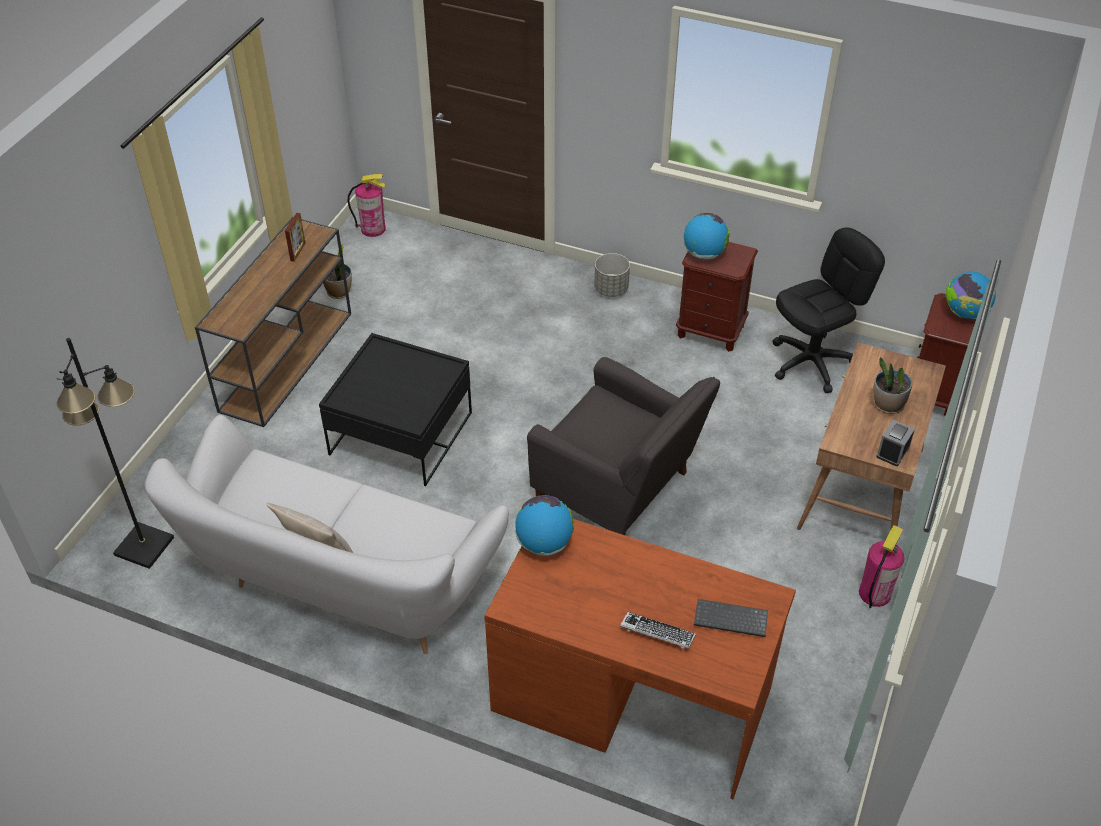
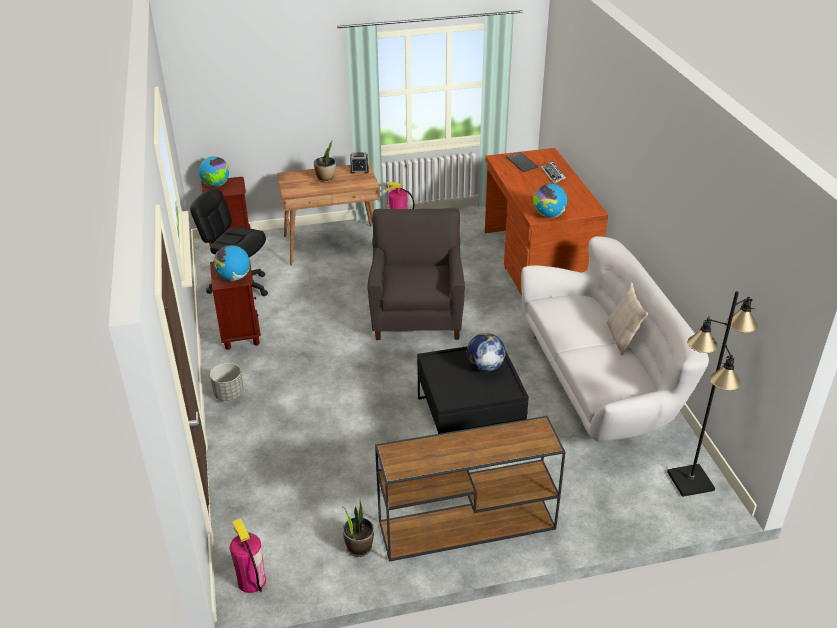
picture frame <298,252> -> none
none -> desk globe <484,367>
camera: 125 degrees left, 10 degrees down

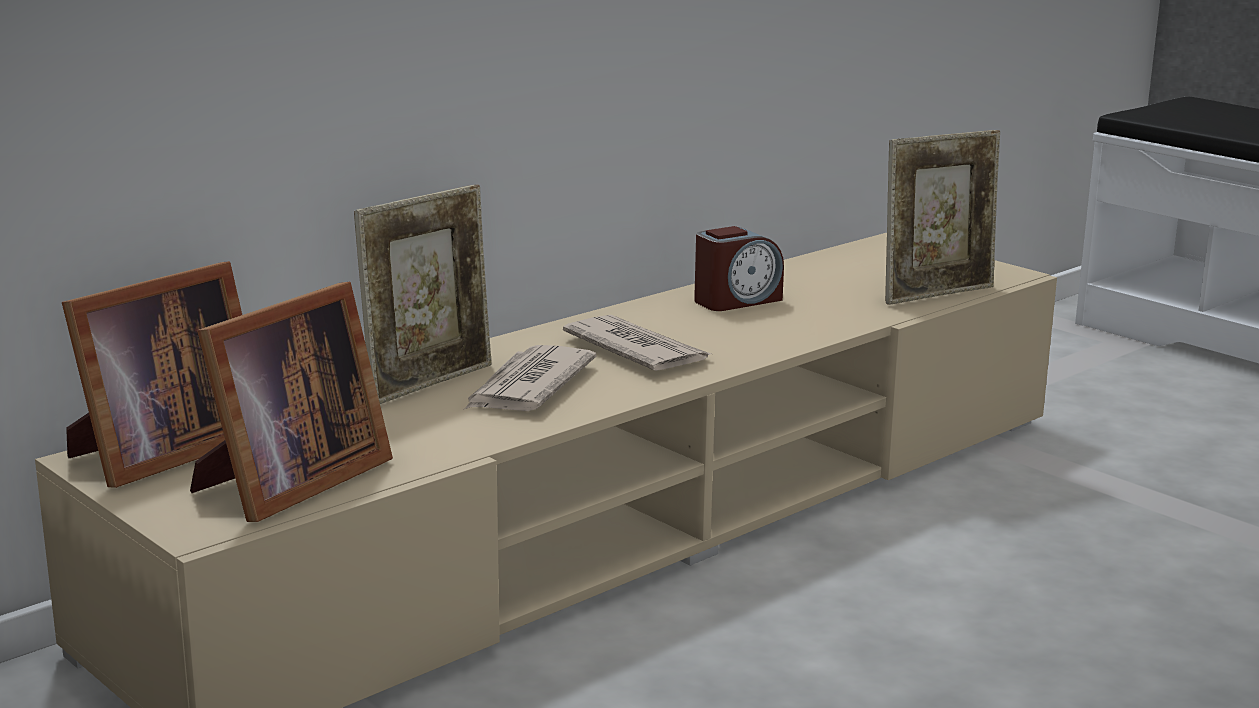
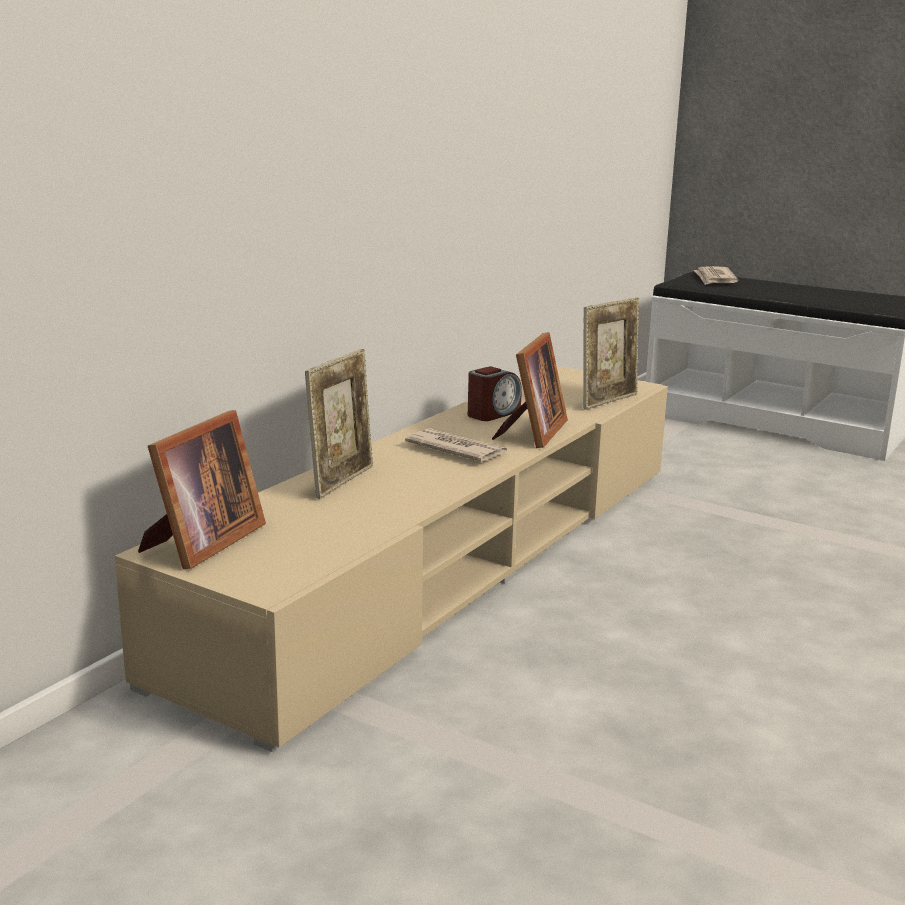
picture frame <287,484> -> picture frame <531,433>, shifted
daily paper <527,386> -> daily paper <714,279>, shifted
camera: 15 degrees left, 0 degrees up

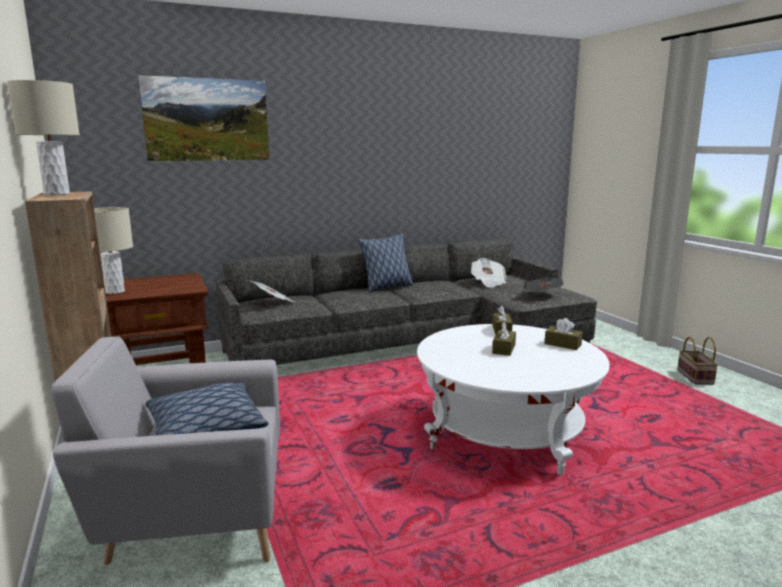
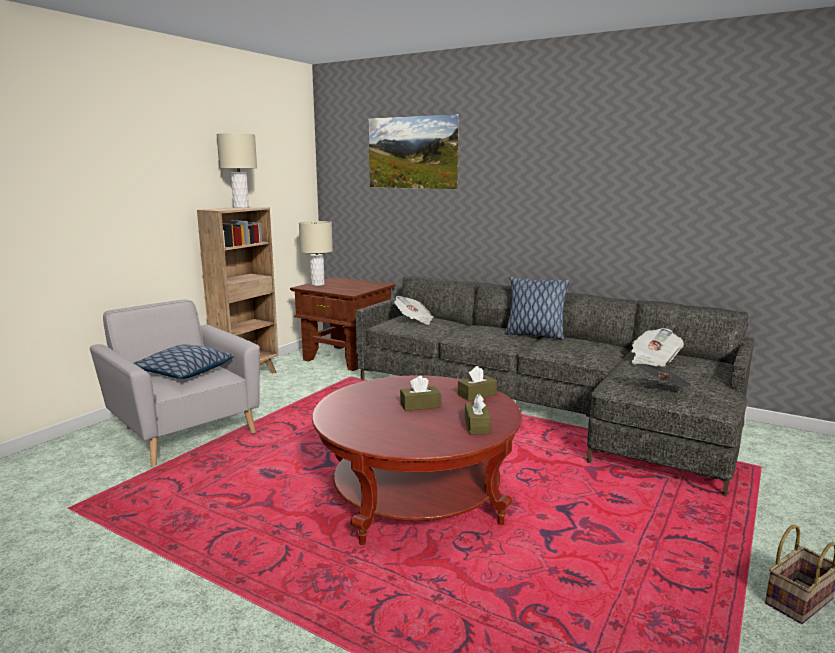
lounge table/whitish <505,432> -> lounge table/red-coloured <417,497>
camera: 55 degrees right, 0 degrees up

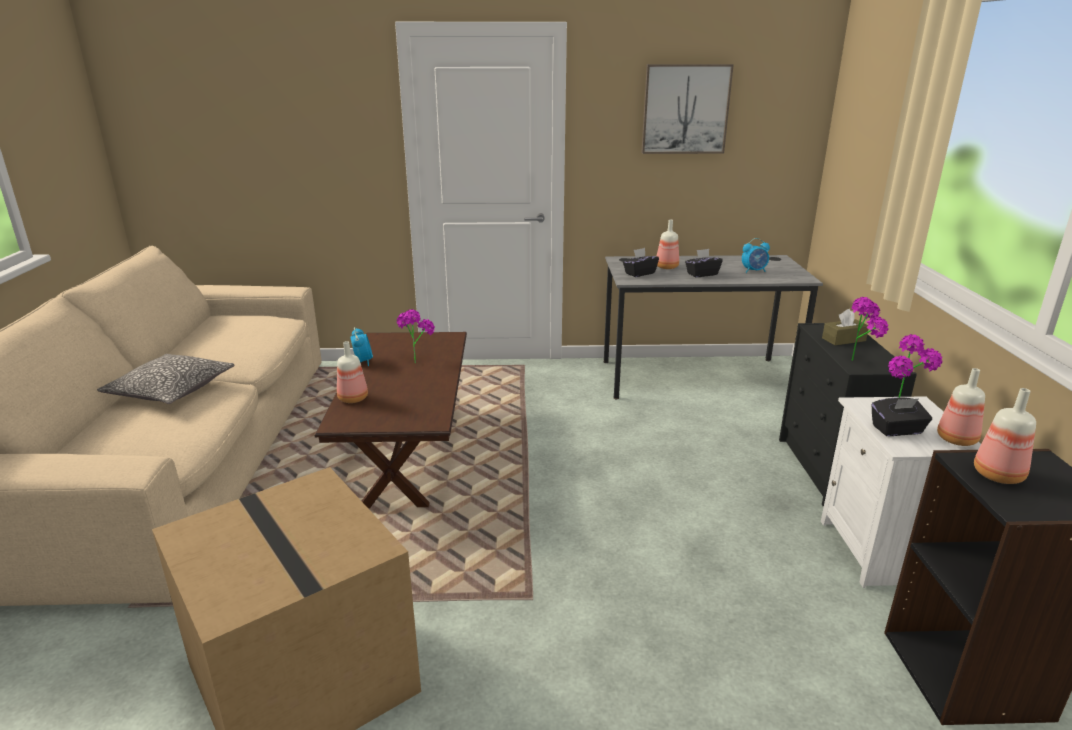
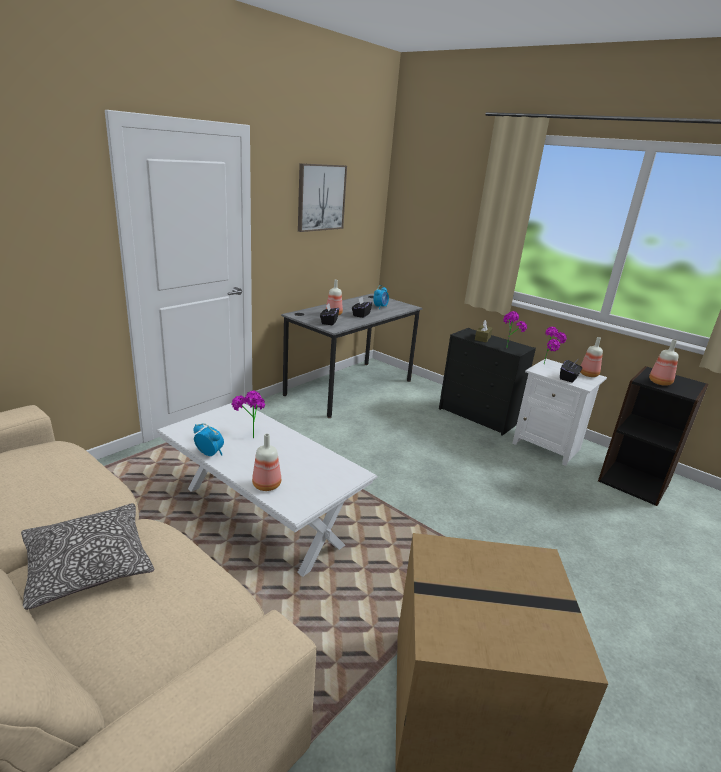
lounge table/brown-coloured <408,451> -> lounge table/whitish <261,516>
camera: 50 degrees left, 0 degrees up

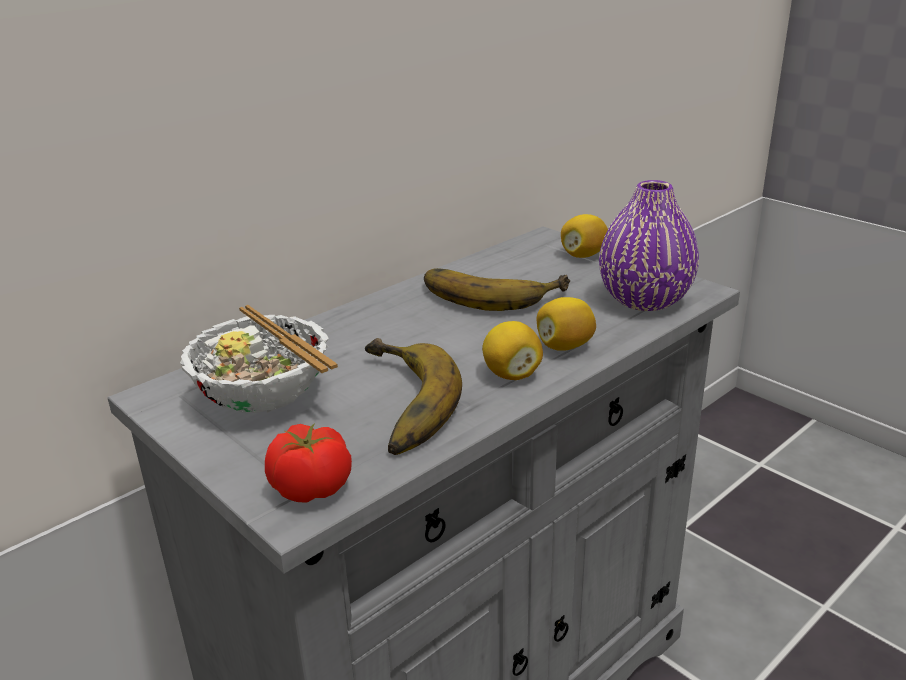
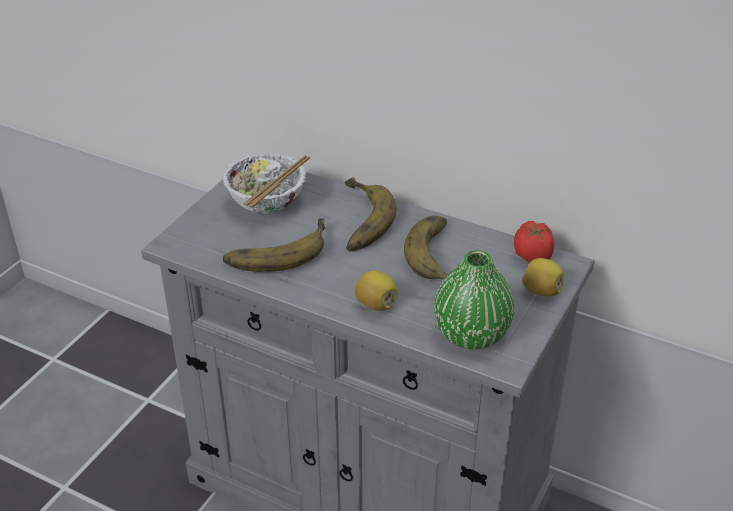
tomato <311,489> -> tomato <532,256>, shifted
whole lemon <511,374> -> none
decorative vase/purple <644,300> -> decorative vase/green <471,334>
none -> whole banana <355,221>
camera: 70 degrees right, 10 degrees up

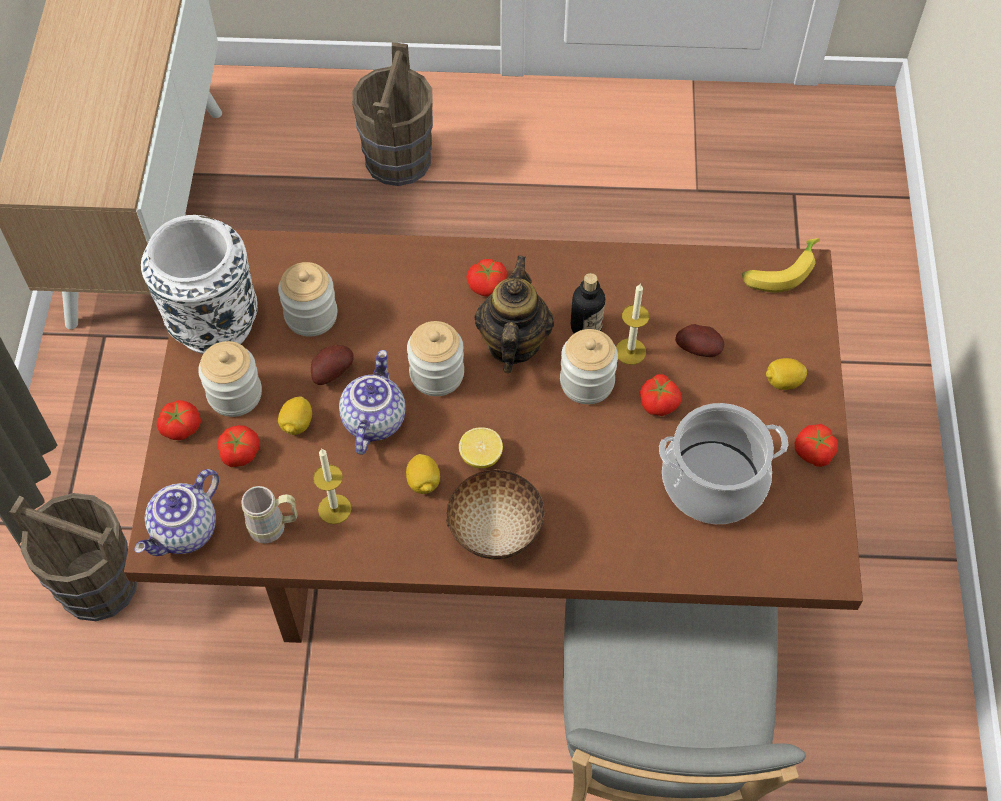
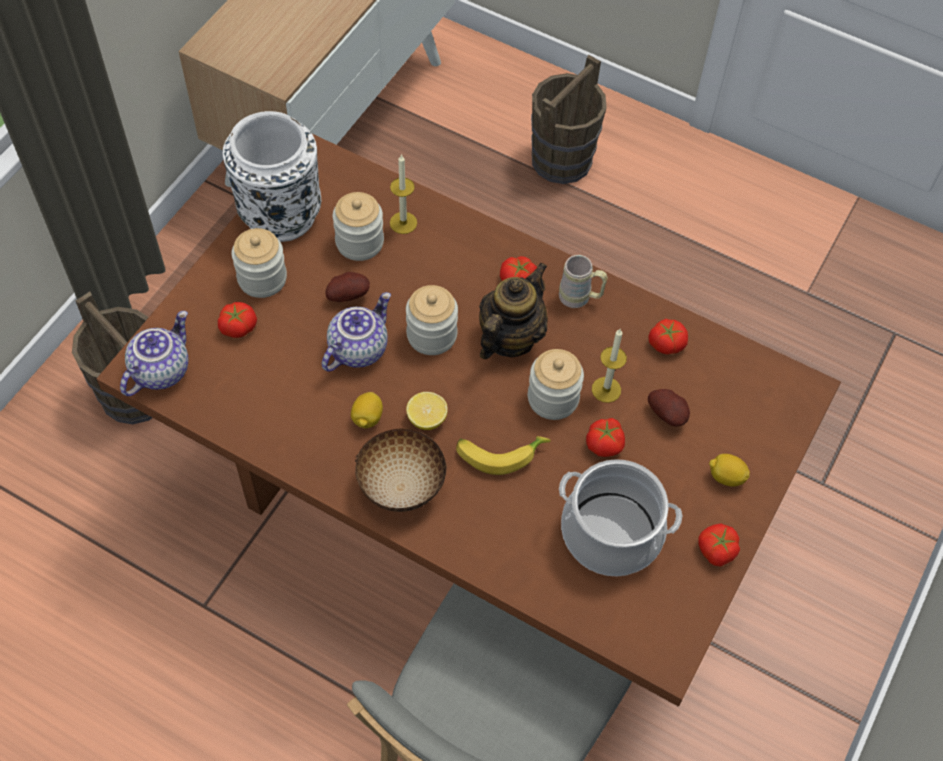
pot for tea <186,532> -> pot for tea <160,370>, 150 degrees clockwise
tomato <180,427> -> tomato <666,343>, shifted
tea mug/beige <274,527> -> tea mug/beige <580,298>, shifted
whole lemon <297,424> -> none
wax light <334,509> -> wax light <403,223>, shifted
beverage bottle <586,327> -> none
whole banana <779,271> -> whole banana <499,453>, shifted
camera: 25 degrees right, 0 degrees up

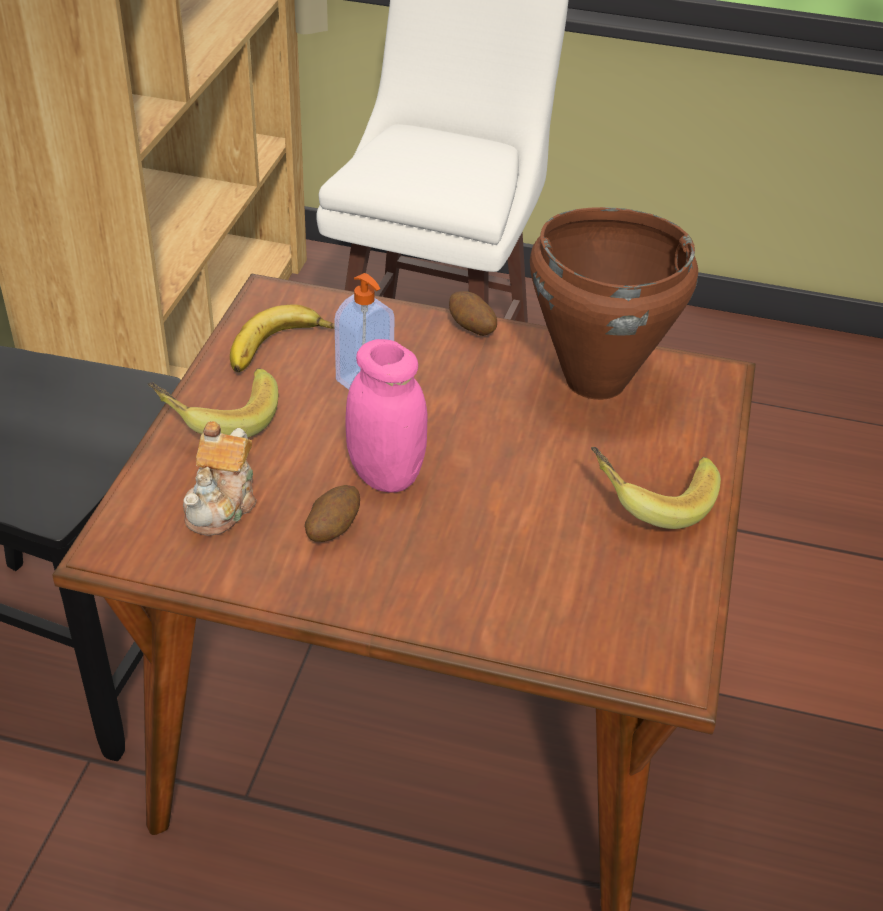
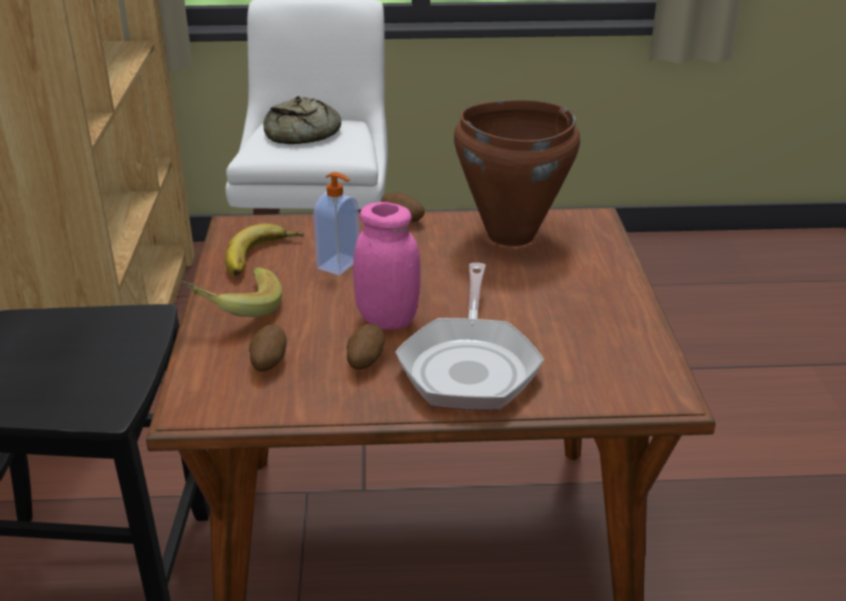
pot for tea <223,504> -> spud <268,363>
whole banana <650,499> -> none
none -> baked bread <301,133>
none -> frying pan <469,365>
camera: 15 degrees left, 10 degrees down

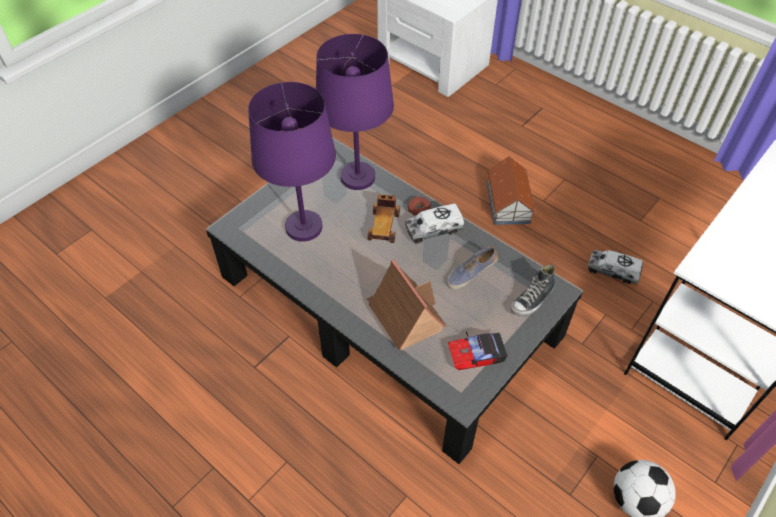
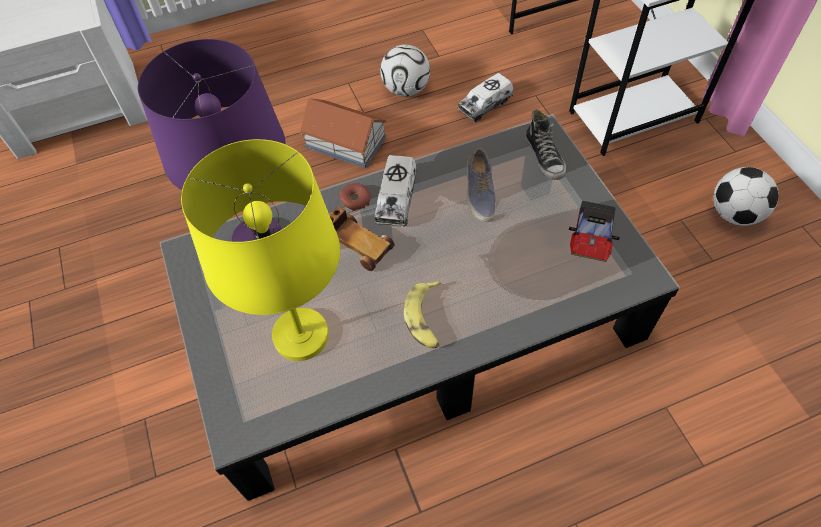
lamp for a table/purple <304,227> -> lamp for a table/yellow-coloured <302,335>
model house <404,316> -> none
none -> football <405,89>
none -> whole banana <426,319>
camera: 60 degrees left, 5 degrees up

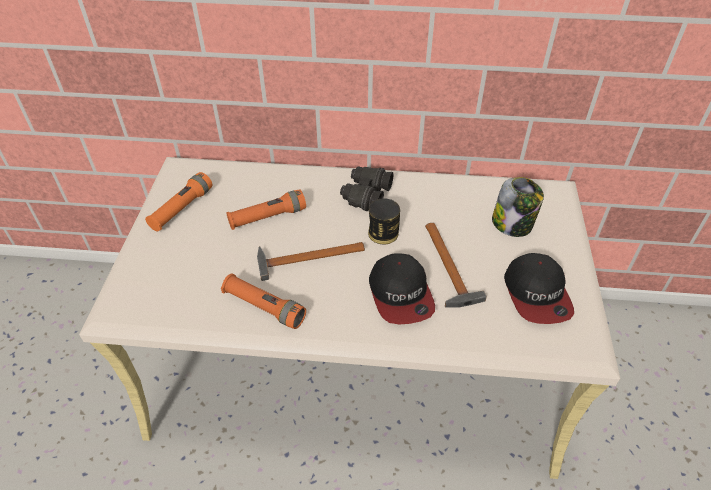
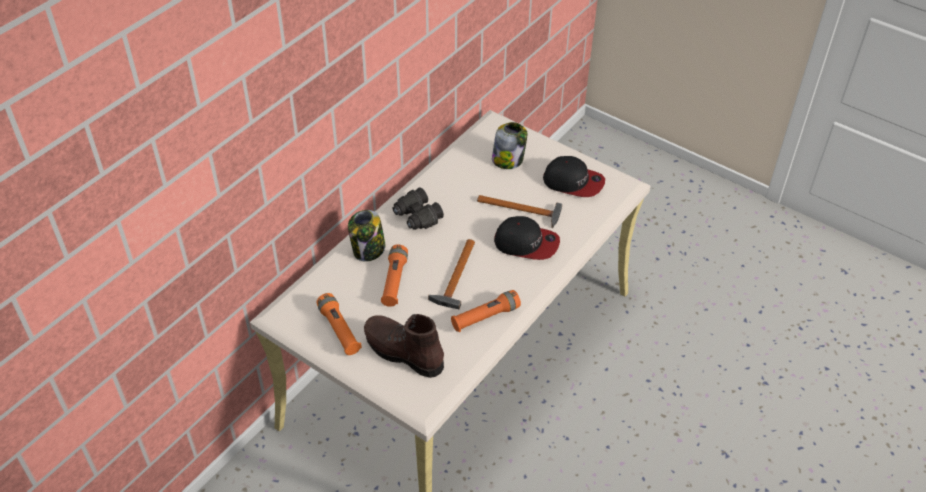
metal can <383,233> -> none
none -> preserve jar <368,250>
none -> boot/brown-coloured <403,353>
camera: 60 degrees left, 0 degrees up

